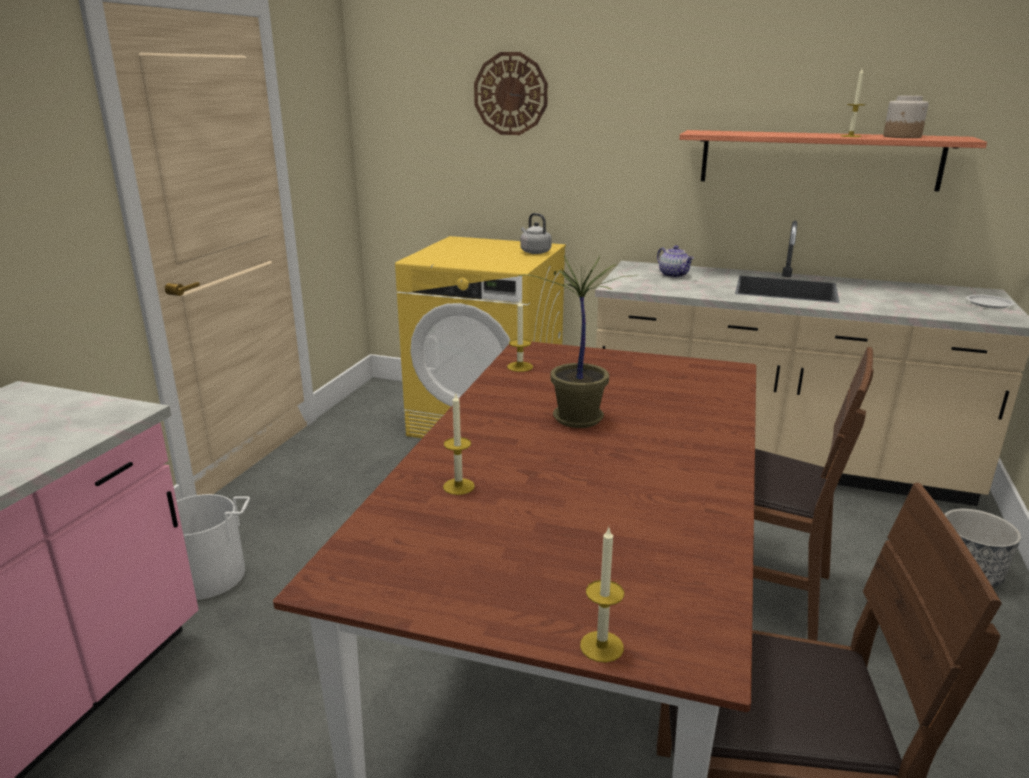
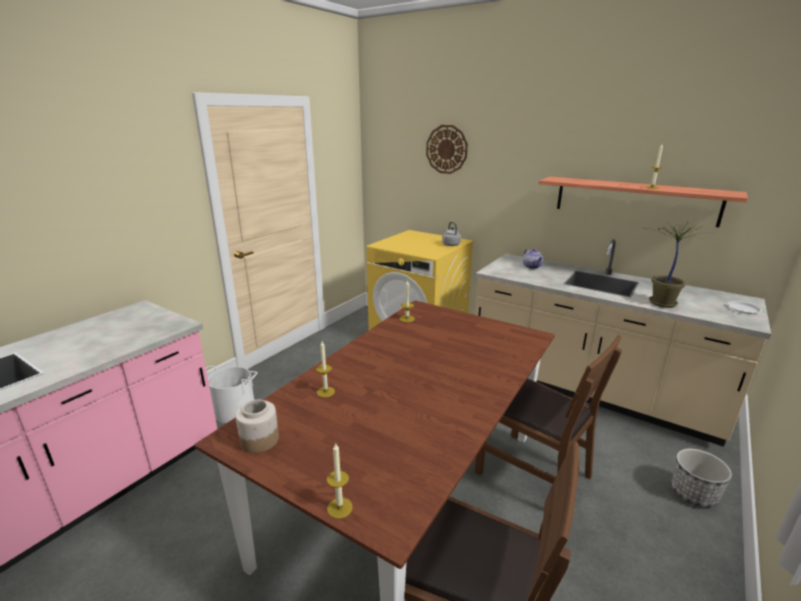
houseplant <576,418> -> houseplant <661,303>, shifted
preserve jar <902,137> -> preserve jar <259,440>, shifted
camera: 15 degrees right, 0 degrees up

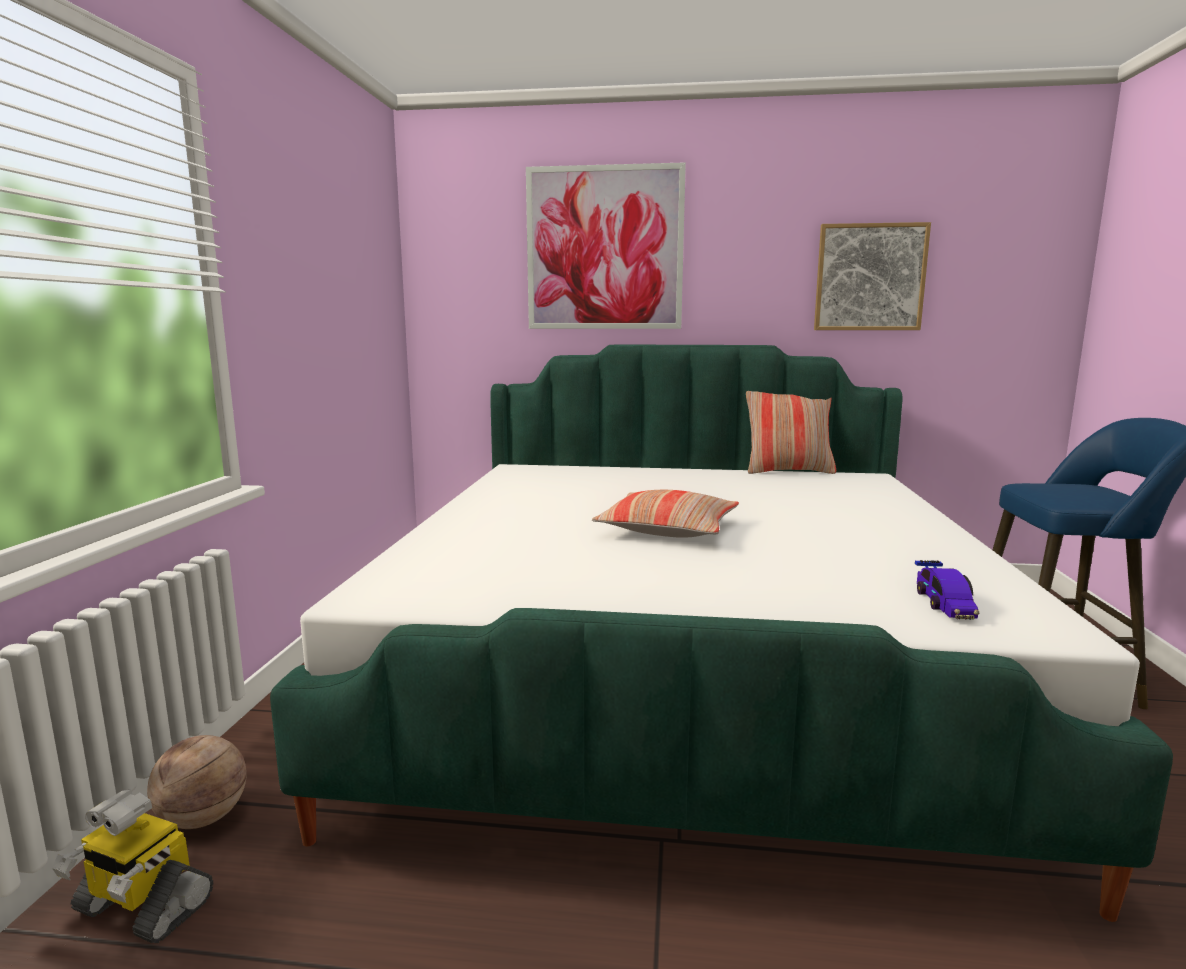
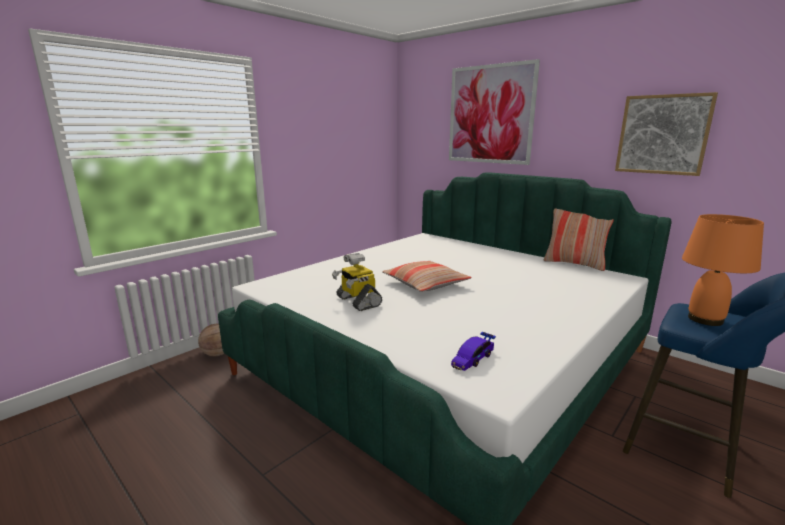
toy robot <141,907> -> toy robot <357,301>, shifted
none -> lamp for a table/orange <705,319>
camera: 35 degrees right, 5 degrees up

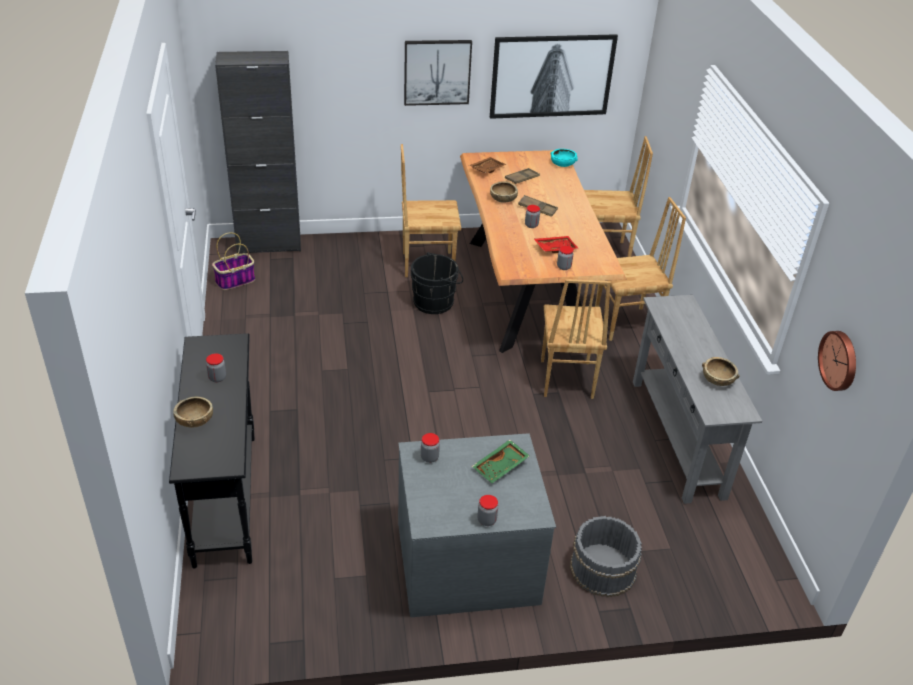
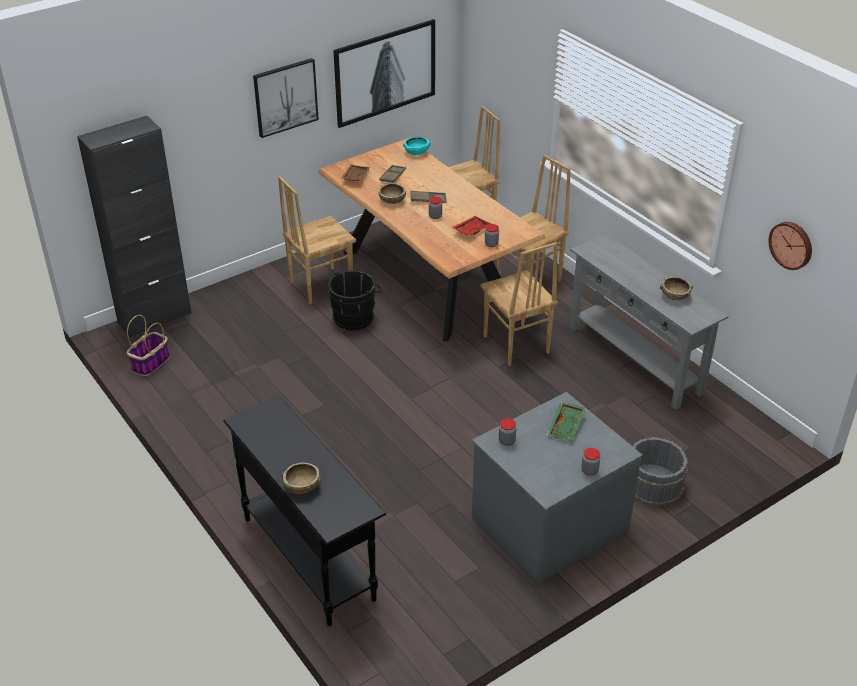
preserve jar <217,378> -> none
camera: 25 degrees left, 0 degrees up

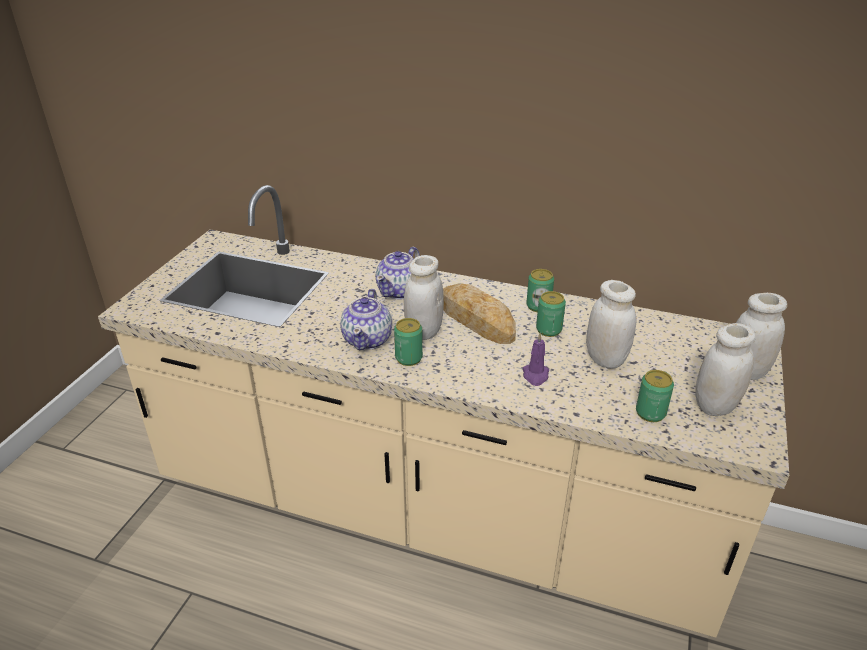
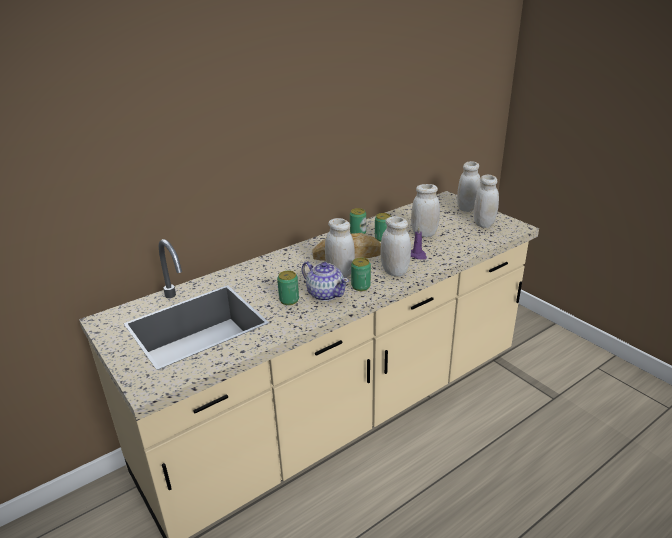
pot for tea <400,291> -> none
metal can <650,413> -> metal can <289,300>, shifted
none -> preserve jar/whitish <394,271>
camera: 55 degrees left, 5 degrees down

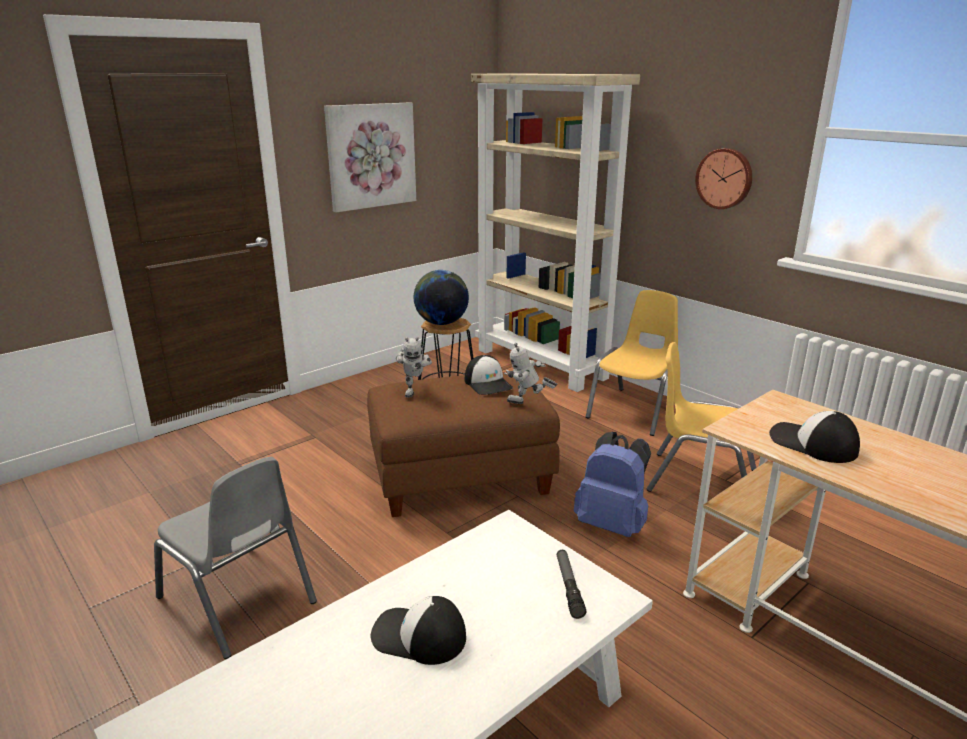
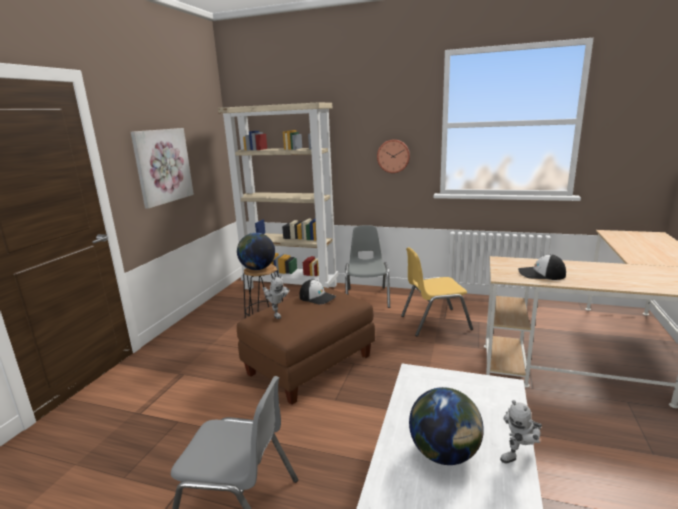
baseball cap <418,636> -> desk globe <444,453>
toy robot <528,404> -> toy robot <520,457>, shifted
flashlight <569,587> -> none
backpack/bluish <612,524> -> none
plain chair/yellow-coloured <635,411> -> plain chair/greyish <367,297>
camera: 30 degrees left, 5 degrees down

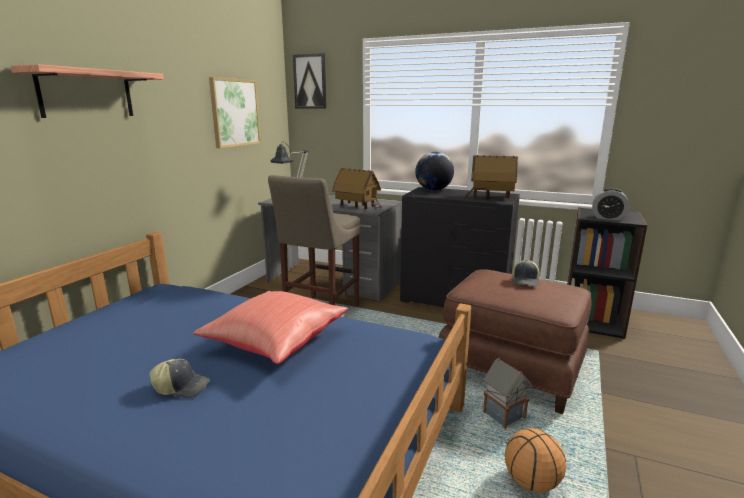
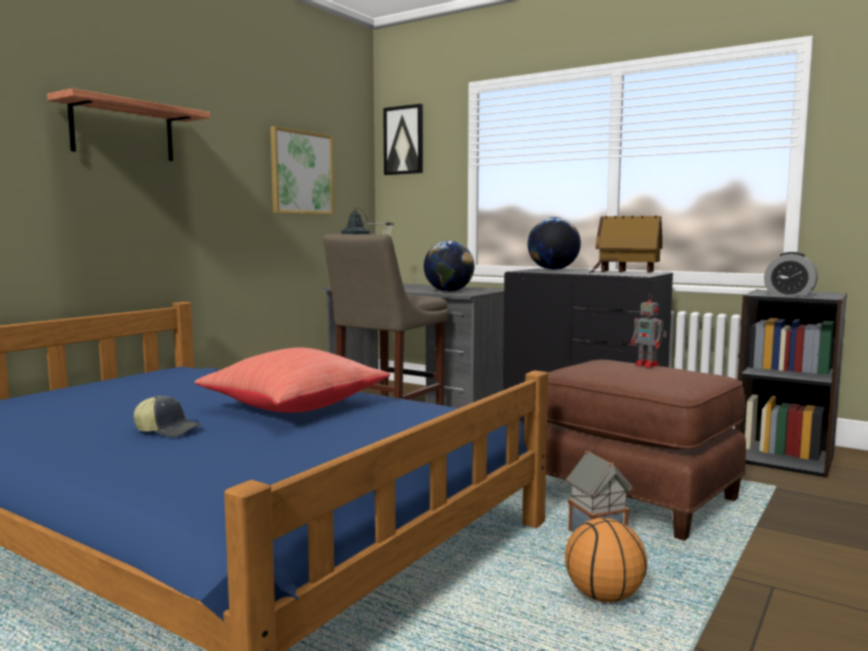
model house <357,206> -> desk globe <448,291>
baseball cap <525,281> -> toy robot <648,365>
camera: 10 degrees right, 10 degrees down

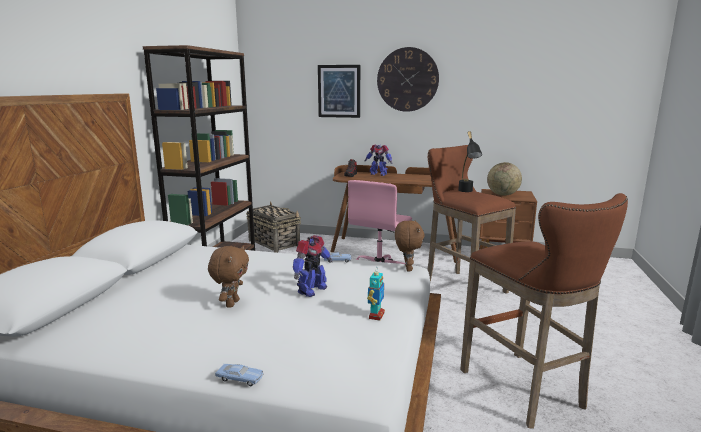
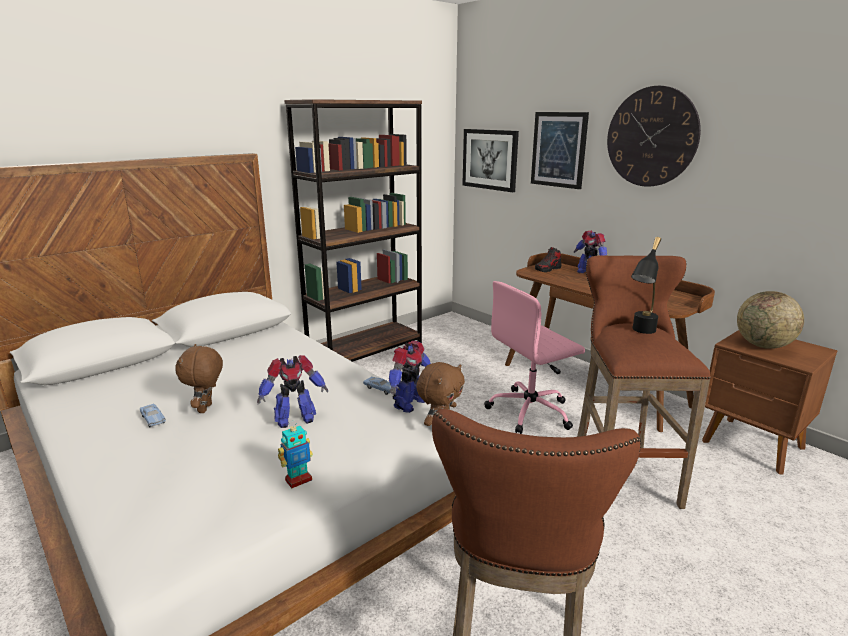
plush toy/brown-coloured <231,303> -> plush toy/brown-coloured <206,408>, 135 degrees clockwise
model car/bluish <240,379> -> model car/bluish <153,419>, shifted
household basket <273,243> -> none
none -> toy robot <409,403>
none -> picture <490,159>
camera: 35 degrees right, 5 degrees up

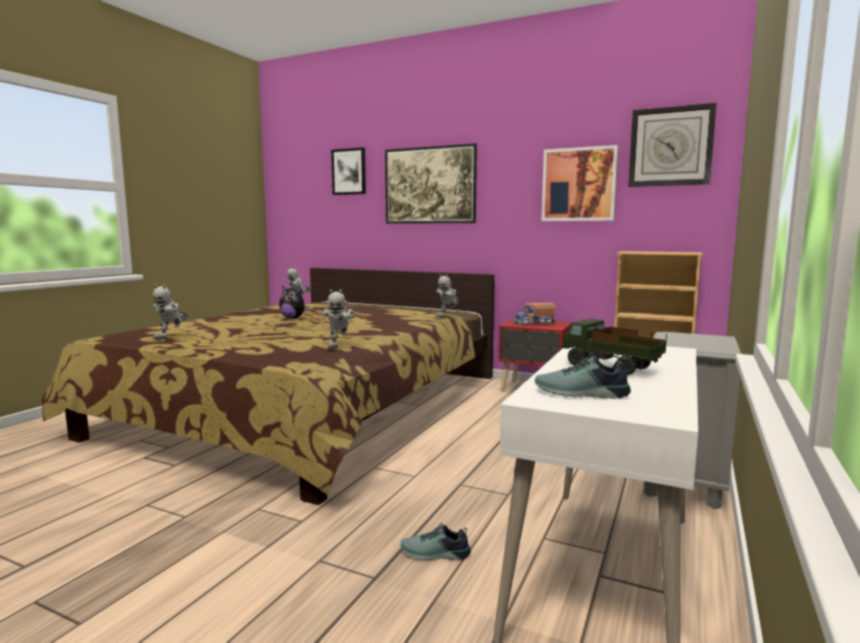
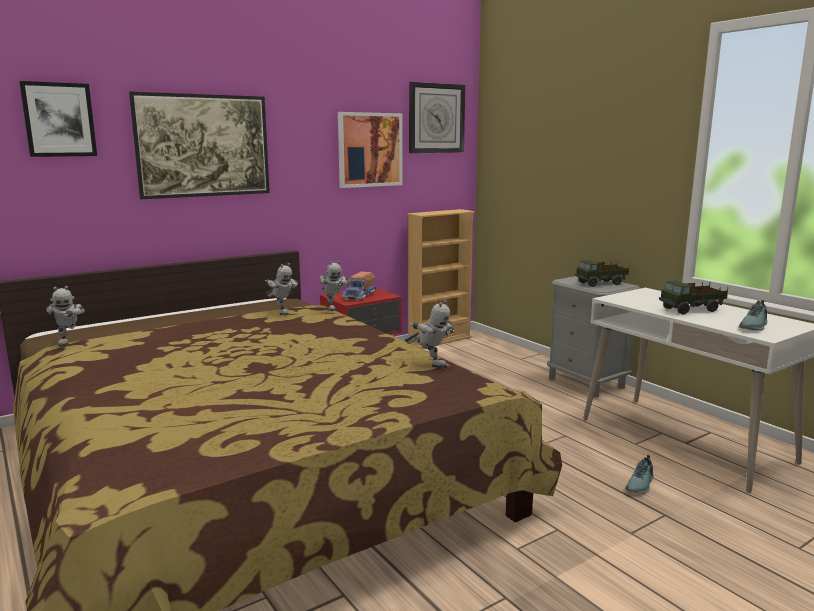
toy robot <171,338> -> toy robot <281,313>, shifted
plush toy <293,318> -> none
none -> toy truck <601,283>
camera: 60 degrees left, 5 degrees up

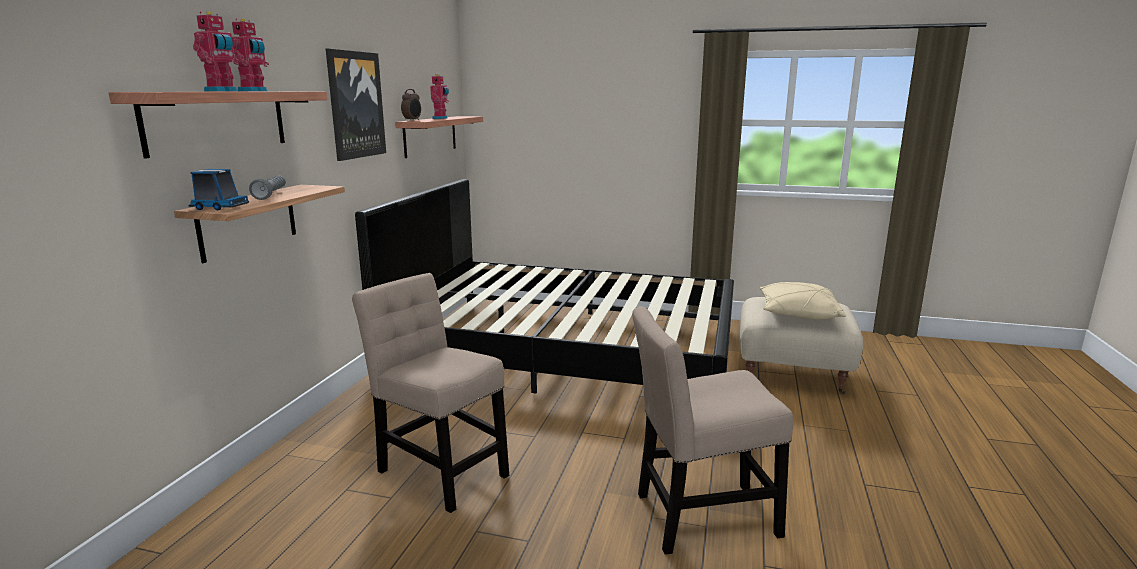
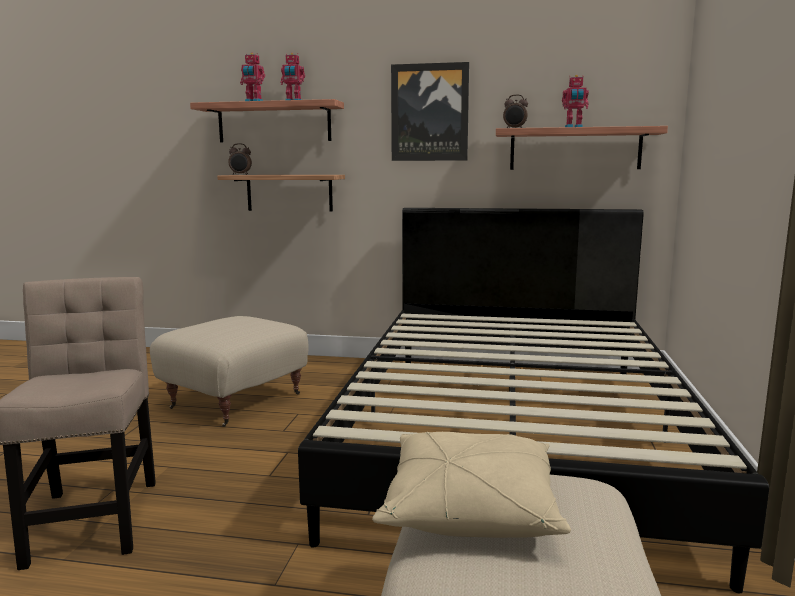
toy truck <219,207> -> alarm clock <240,174>
flashlight/greyish <271,195> -> none
plain chair/beige <439,470> -> pouffe/beige <236,401>
camera: 85 degrees right, 5 degrees down

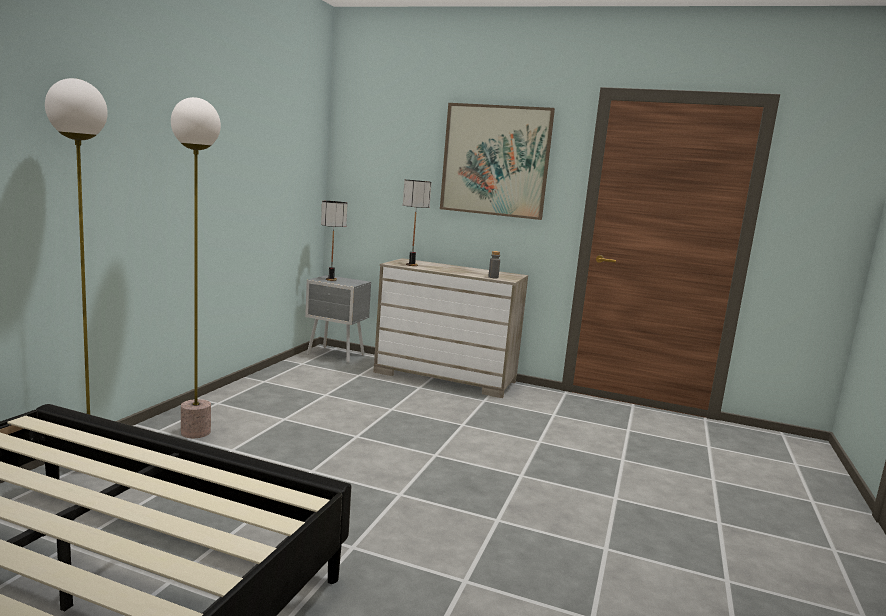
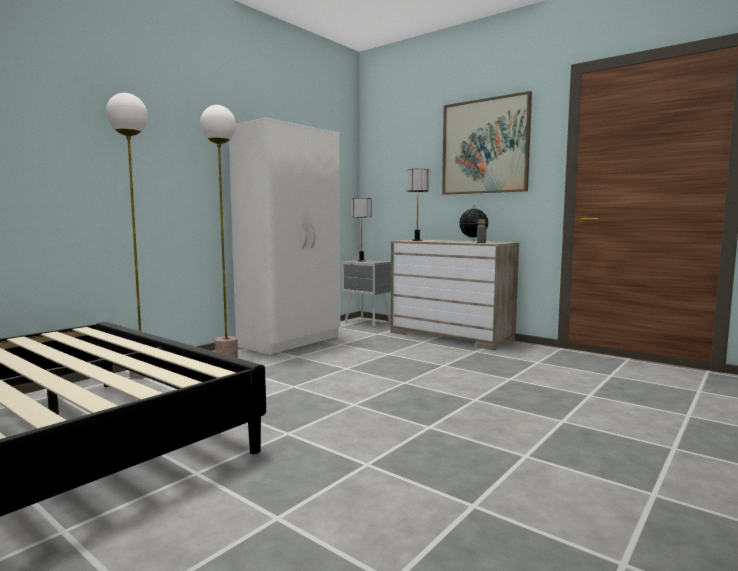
none -> wardrobe/whitish <291,341>
none -> desk globe <473,241>
camera: 20 degrees right, 5 degrees down

